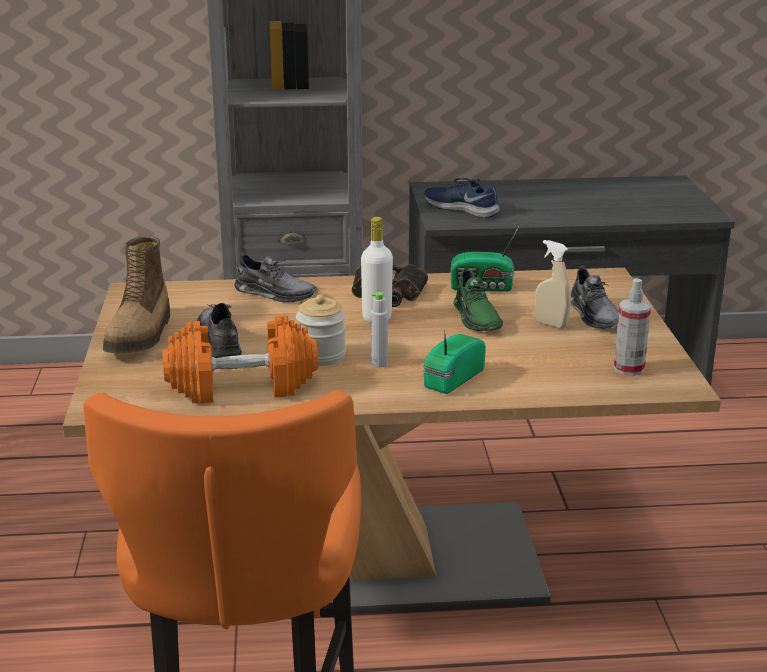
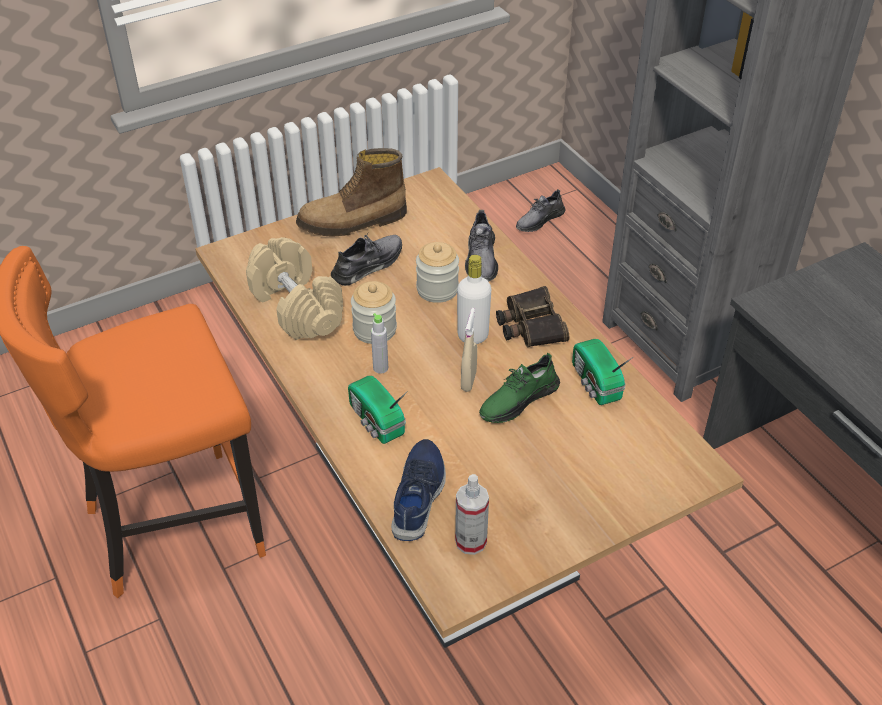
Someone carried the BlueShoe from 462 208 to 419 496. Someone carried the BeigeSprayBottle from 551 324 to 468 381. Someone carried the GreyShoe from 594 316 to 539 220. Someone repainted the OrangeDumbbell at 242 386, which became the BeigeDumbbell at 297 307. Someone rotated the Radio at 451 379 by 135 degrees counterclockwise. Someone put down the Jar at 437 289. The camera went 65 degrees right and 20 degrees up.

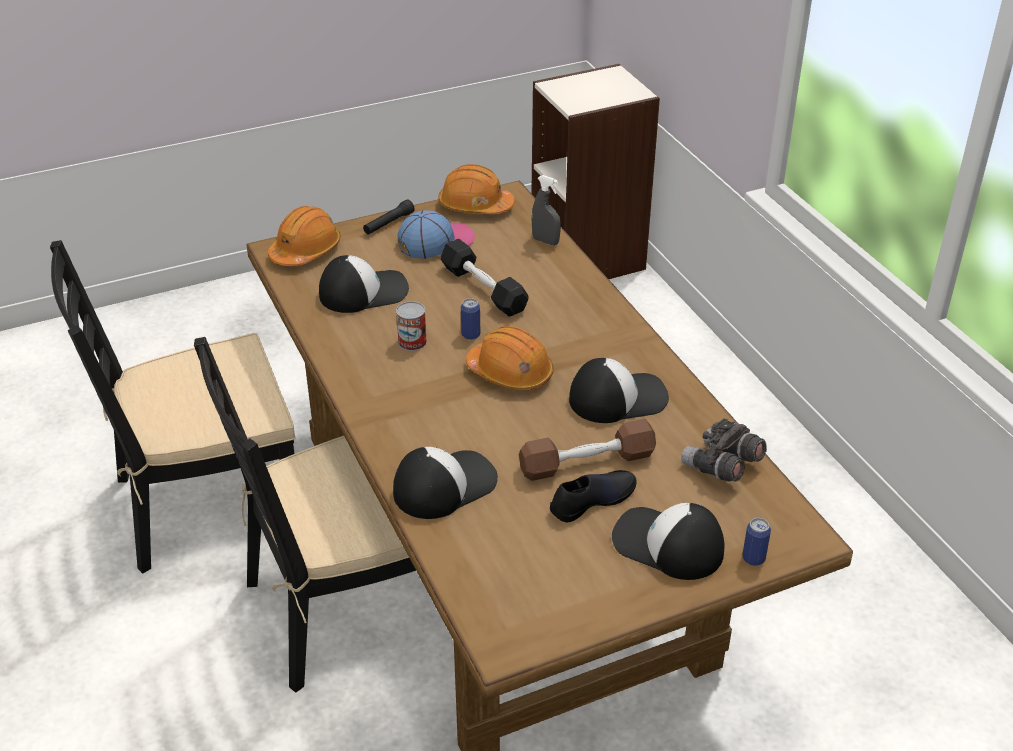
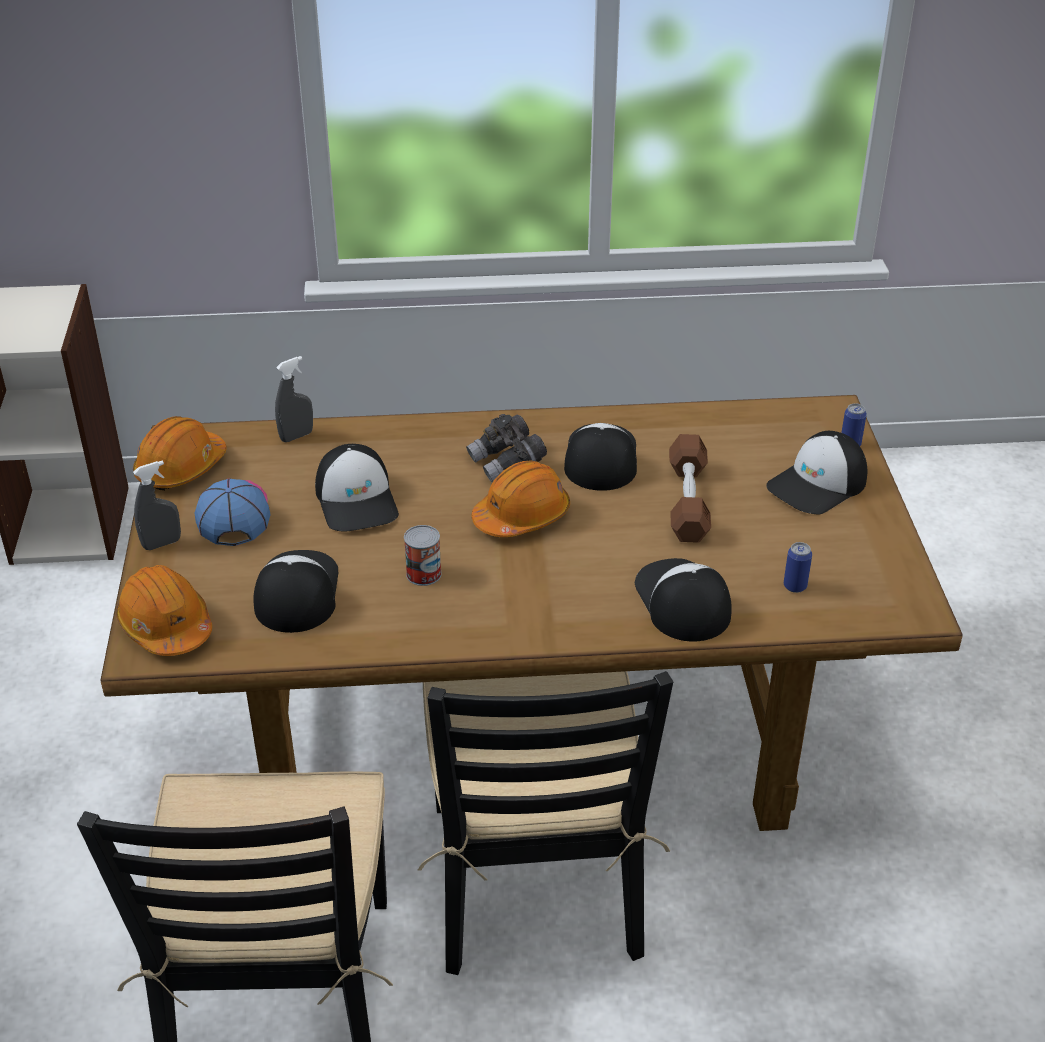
Someone swapped the BlackFlashlight at 388 224 for the GreySprayBottle at 162 543. Someone swapped the BlackDumbbell at 483 289 for the Cap at 357 500. Someone carried the Can from 470 335 to 795 586. Someone carried the GreyBinoculars from 721 467 to 507 463. Someone took away the BlackShoe at 592 500. The camera went 70 degrees left and 0 degrees up.

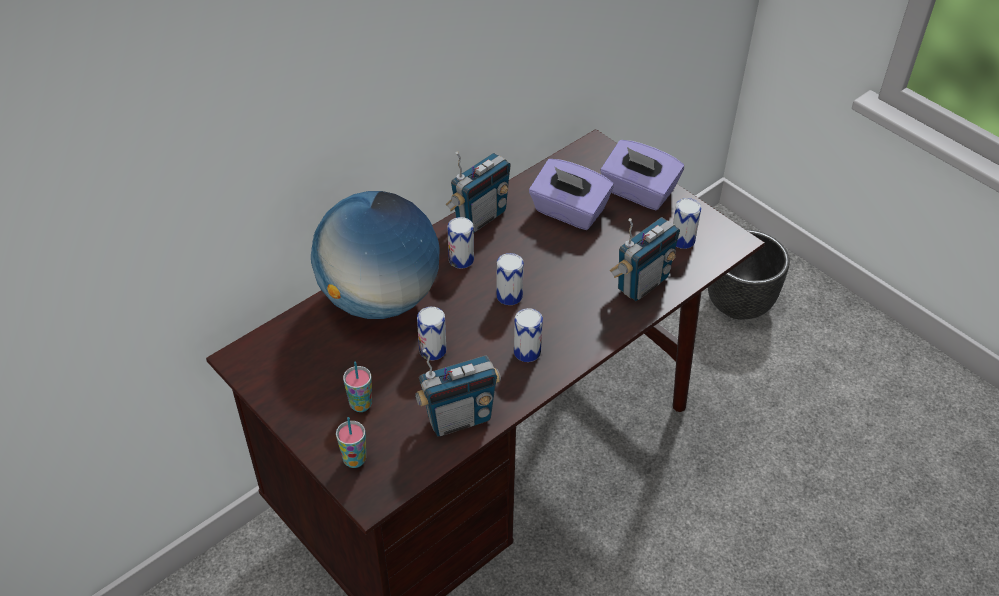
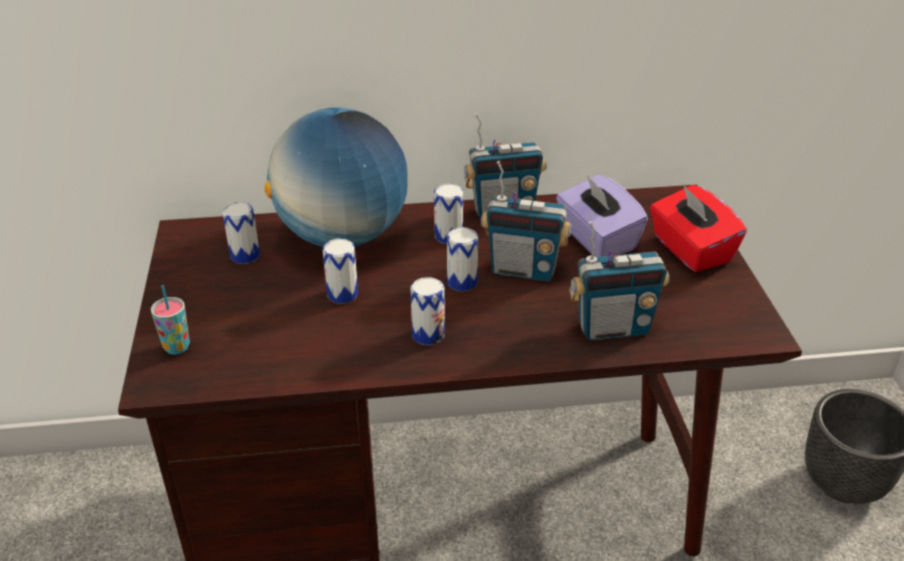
Someone repainted the PurpleTissueBox at 638 192, which became the RedTissueBox at 690 250. Someone carried the Can from 682 240 to 245 255. Someone carried the Radio from 458 418 to 523 270. Someone took away the Cup at 361 404. The camera went 35 degrees right and 10 degrees down.

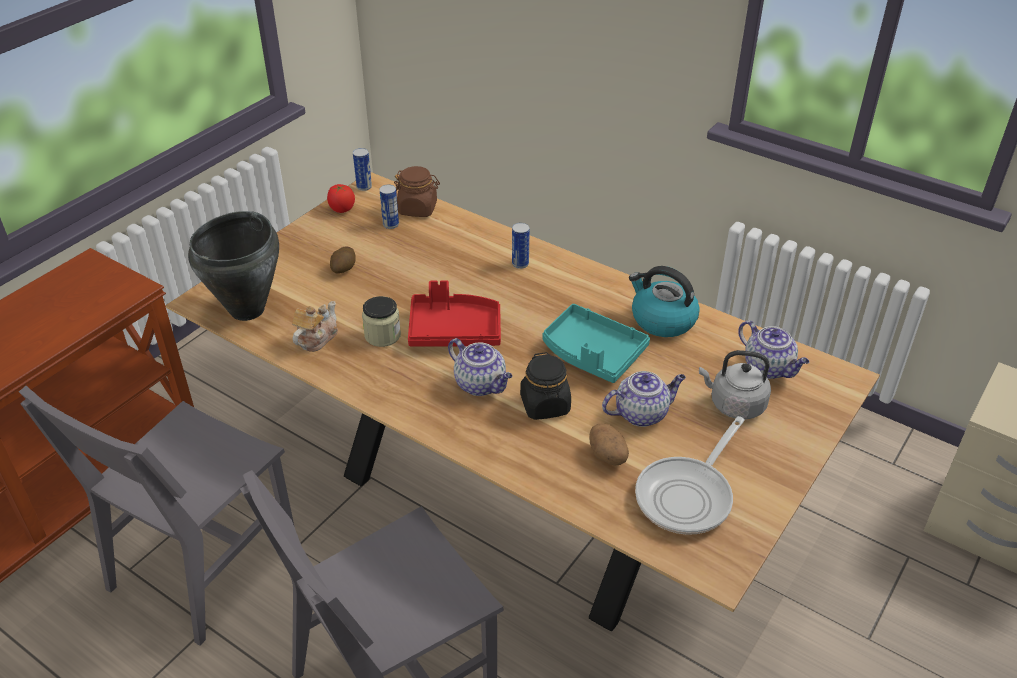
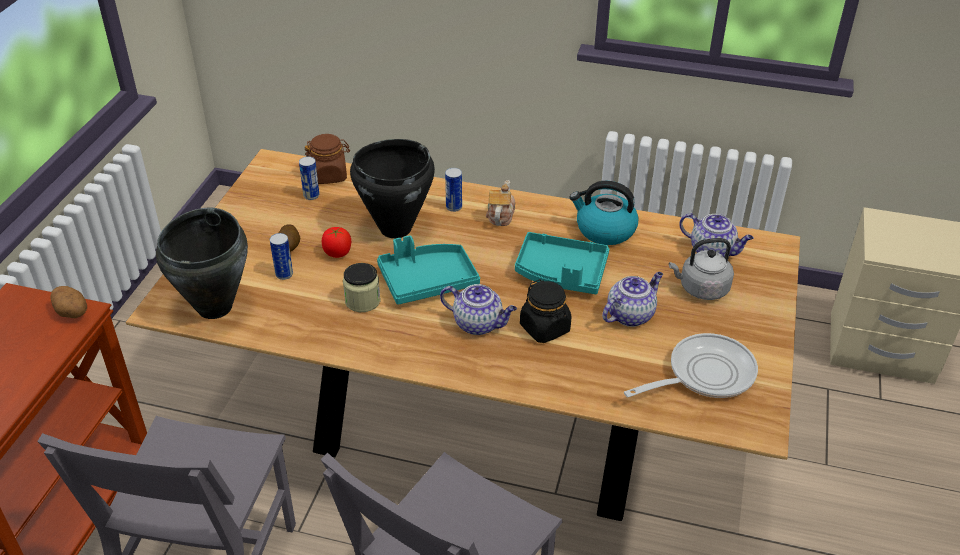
Someone carried the Can from 364 187 to 284 274. Someone carried the Tomato from 342 209 to 337 253. Someone repainted the RedTray at 454 331, which became the TurquoiseTray at 427 281. Someone carried the Teapot from 316 338 to 500 215. Someone rotated the FryingPan at 688 496 by 135 degrees counterclockwise. Someone carried the Potato from 608 456 to 73 313. Someone put down the BlackCookingPot at 394 228. The camera went 20 degrees left and 0 degrees up.

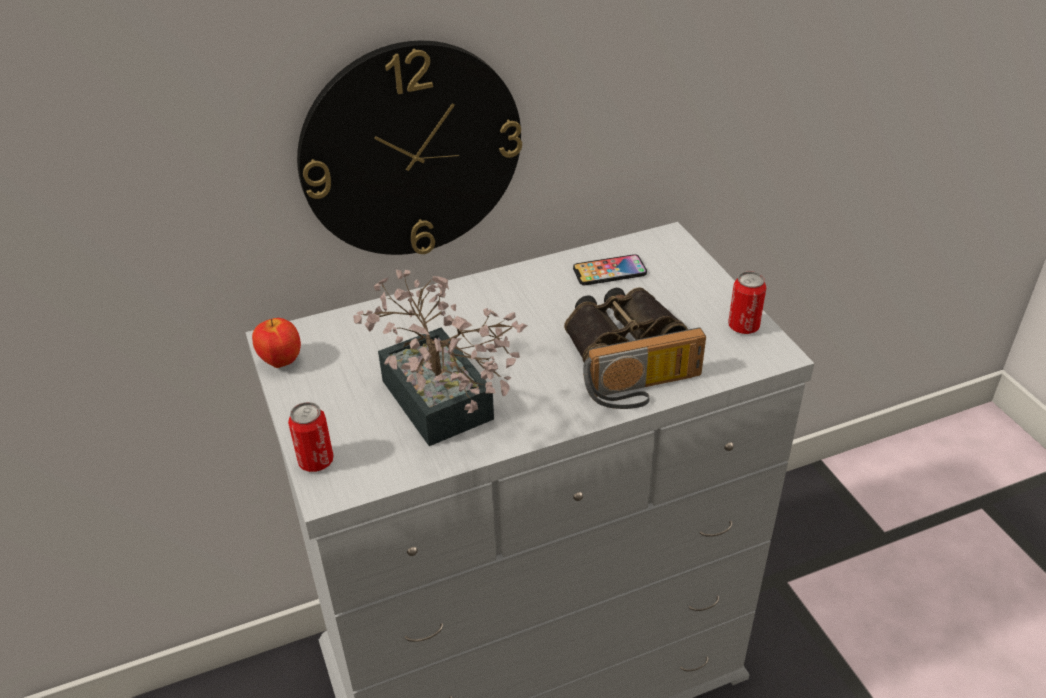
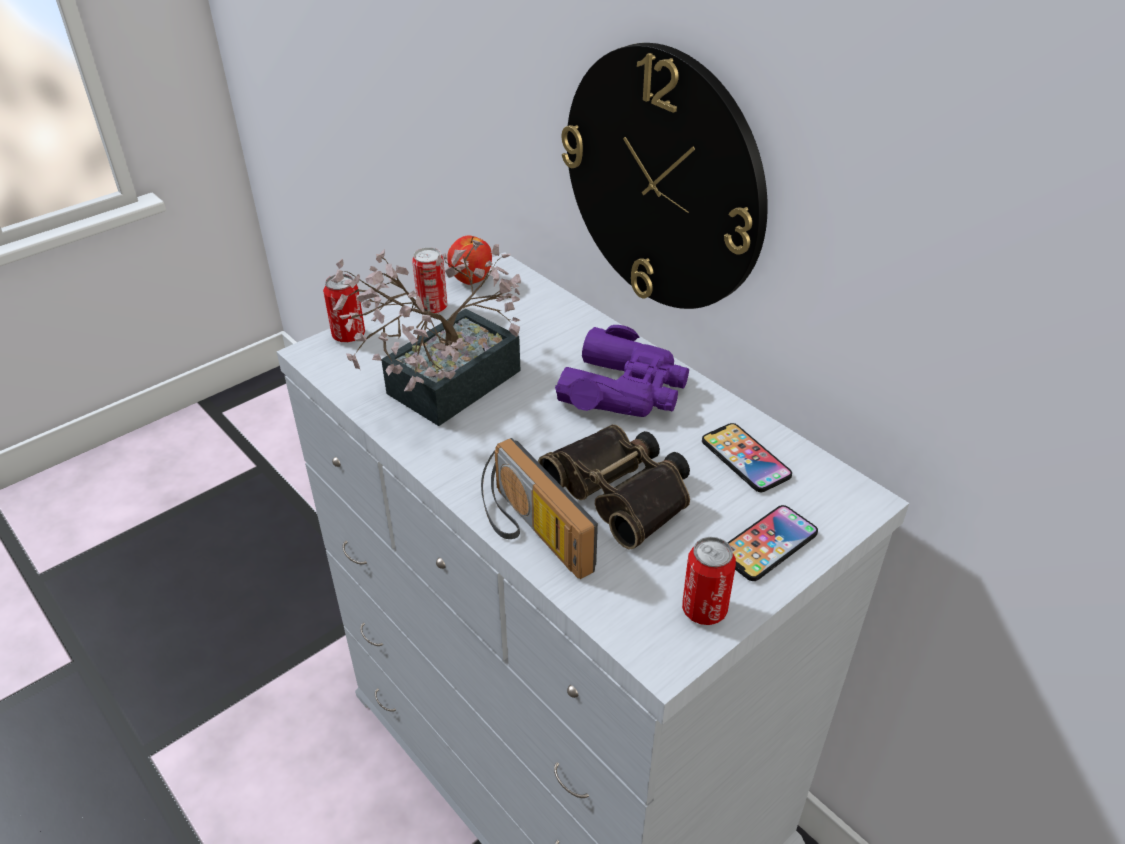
Someone put down the Can at 432 307. Someone put down the PurpleBinoculars at 625 389. Someone put down the Phone at 768 544. The camera went 70 degrees right and 0 degrees up.

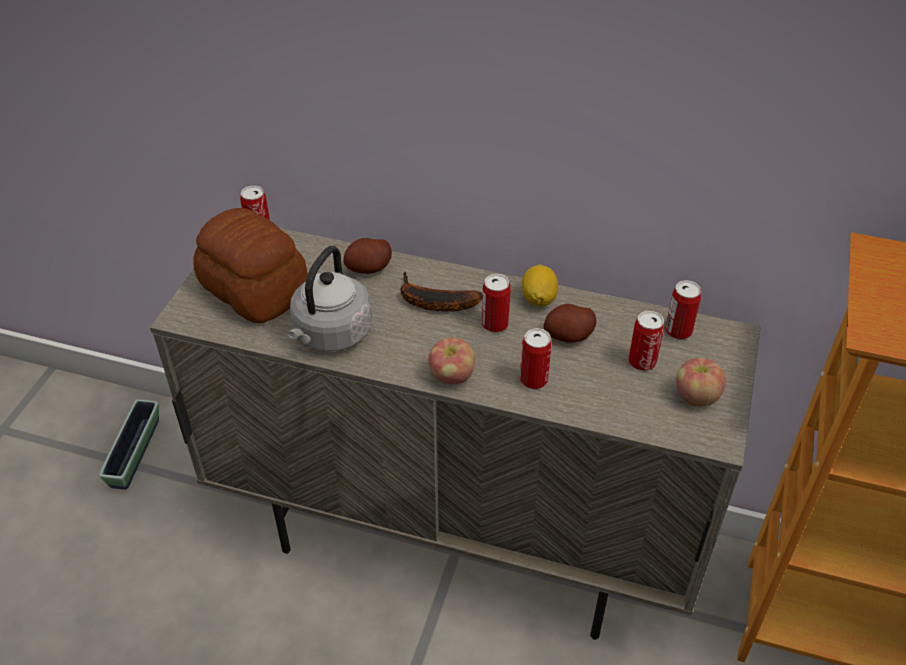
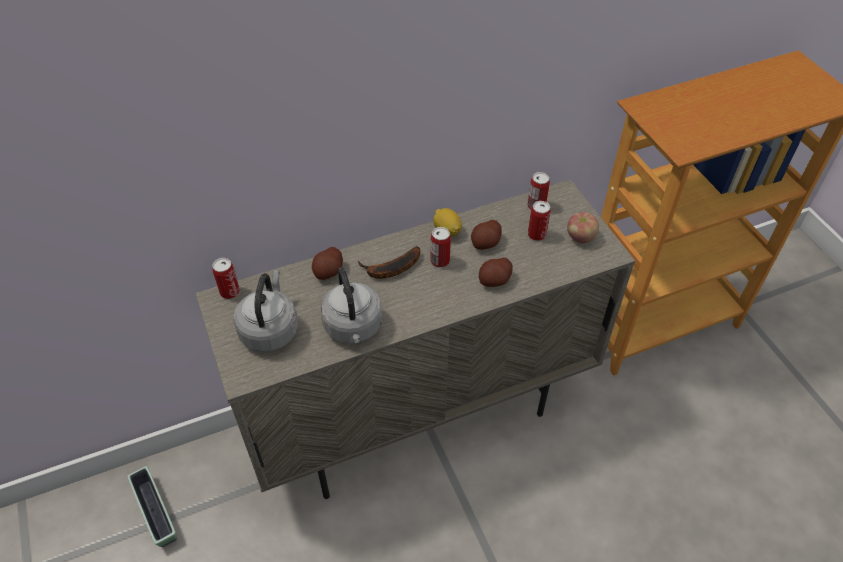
Someone swapped the Bread at 255 288 for the GreyKettle at 270 329. Someone swapped the Can at 533 380 for the Potato at 494 280. Someone took away the Apple at 452 376. The camera went 40 degrees left and 5 degrees up.

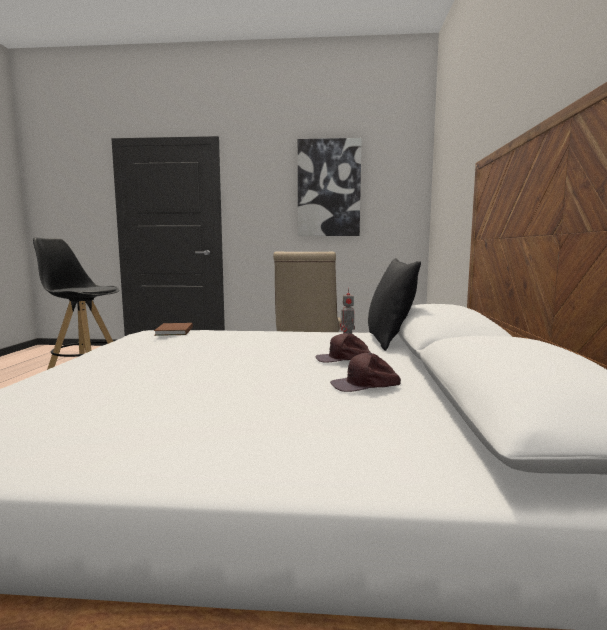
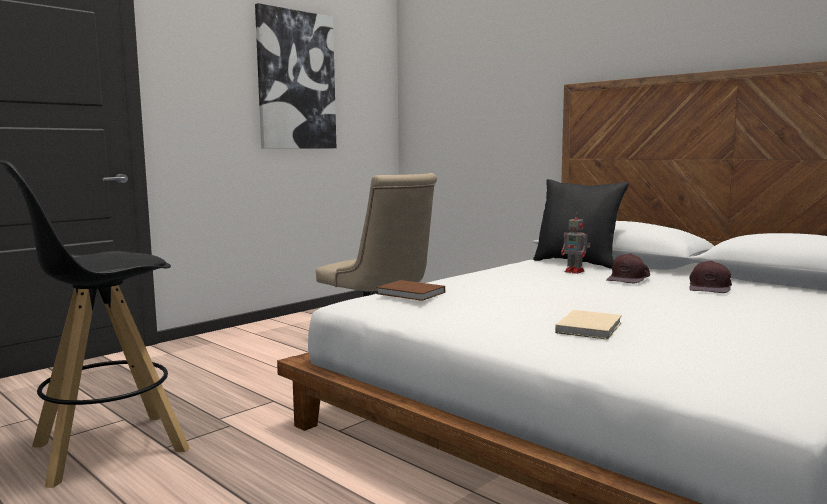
Someone put down the BeigeBook at 590 327. The camera went 50 degrees left and 0 degrees up.

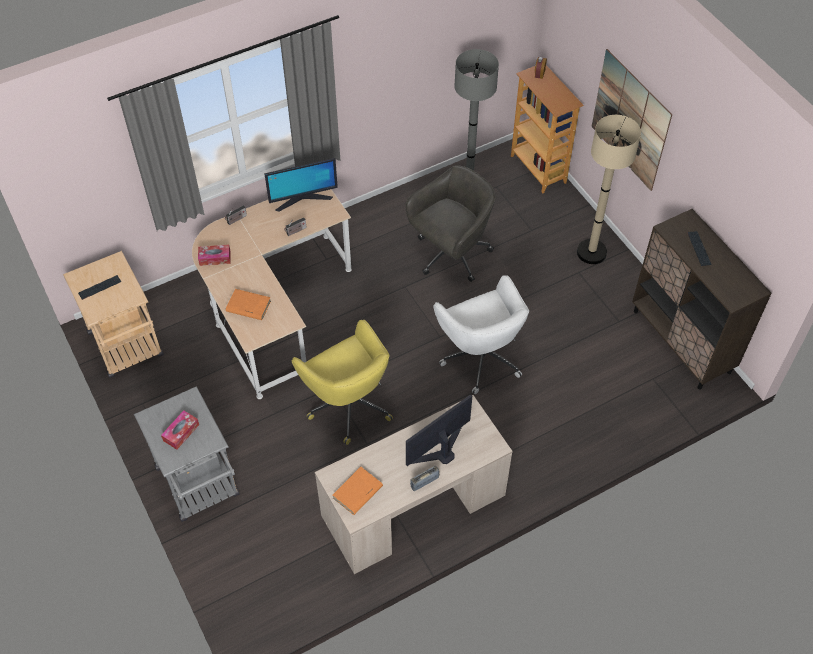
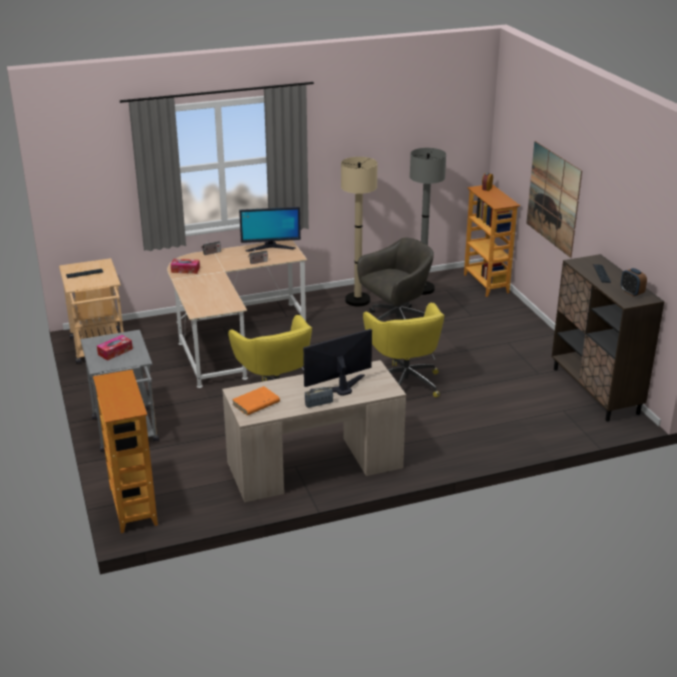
Someone carried the BeigeFloorLamp from 591 252 to 357 300. Someone repainted the WhiteOfficeChair at 480 356, which became the YellowOfficeChair at 404 382. Someone took away the OrangeBook at 248 306. Someone put down the AlarmClock at 631 292. Someone put down the Bookcase at 132 506. The camera went 10 degrees right and 25 degrees down.

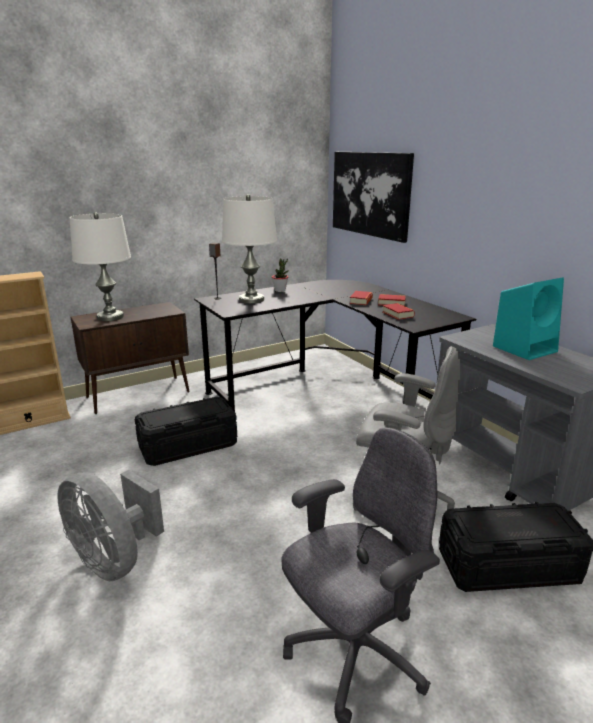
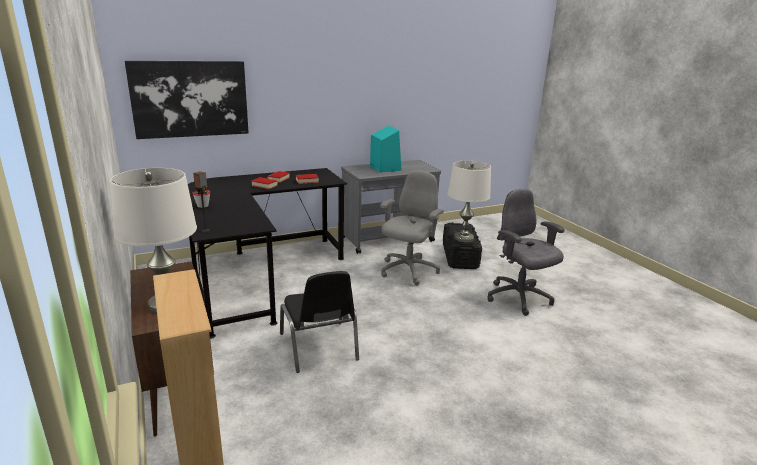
Someone carried the WhiteTableLamp from 251 299 to 463 238. Someone swapped the BlackStorageBox at 188 446 for the BlackChair at 319 347. Someone took away the GreyFan at 114 559. The camera went 85 degrees left and 0 degrees up.

